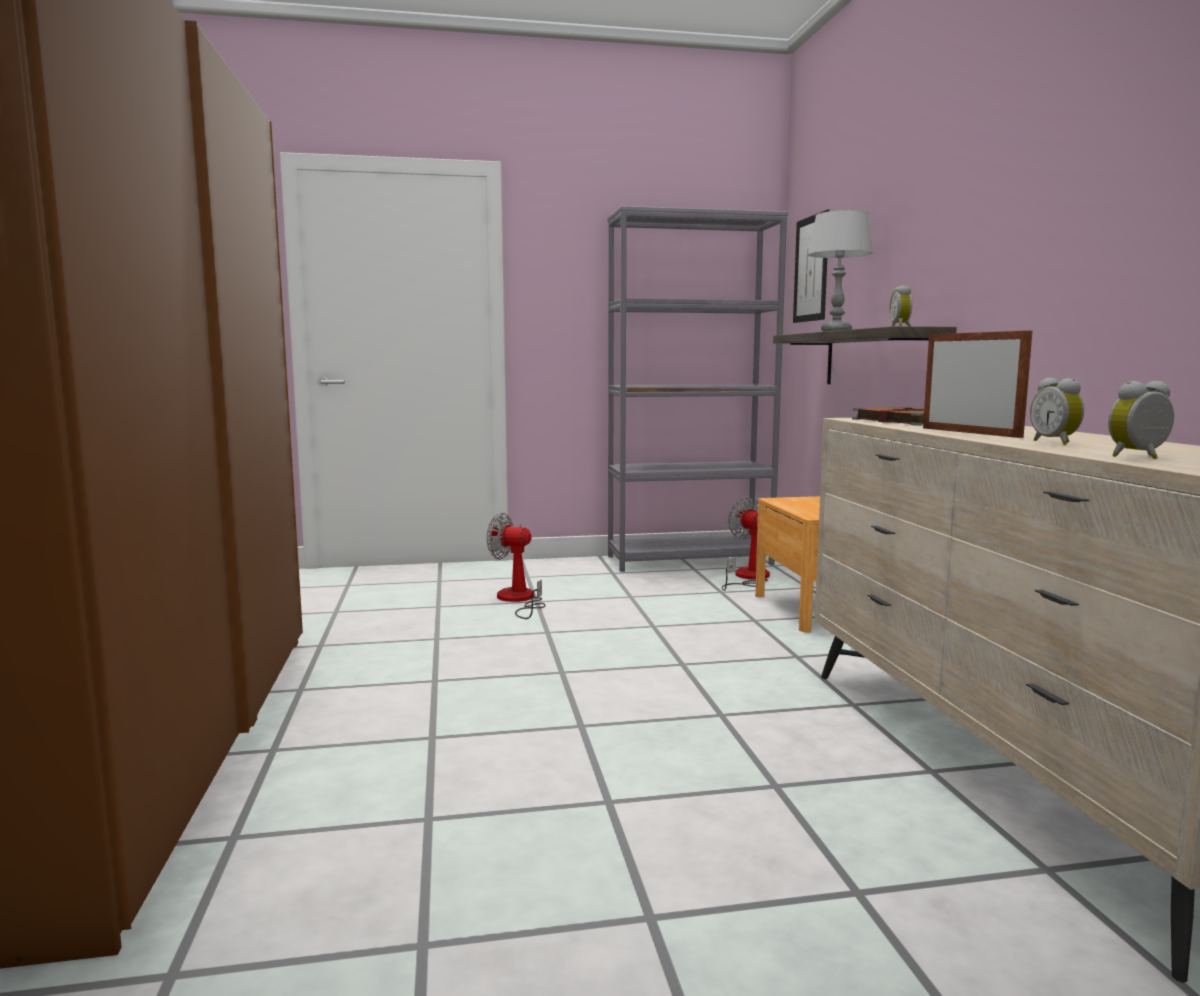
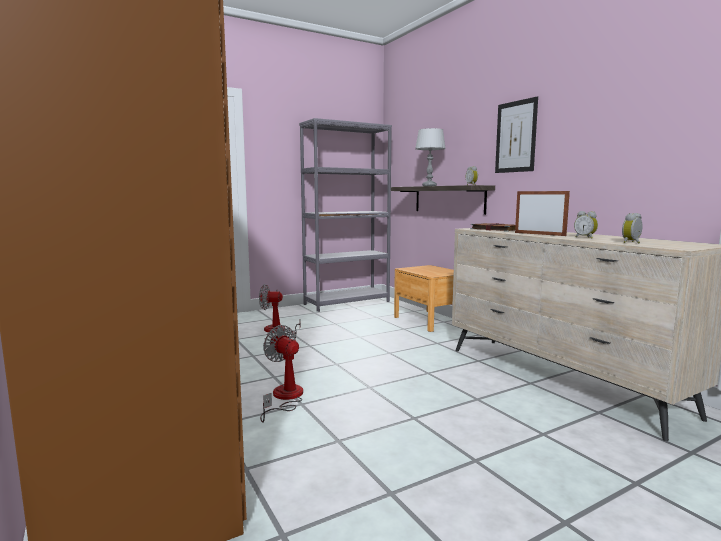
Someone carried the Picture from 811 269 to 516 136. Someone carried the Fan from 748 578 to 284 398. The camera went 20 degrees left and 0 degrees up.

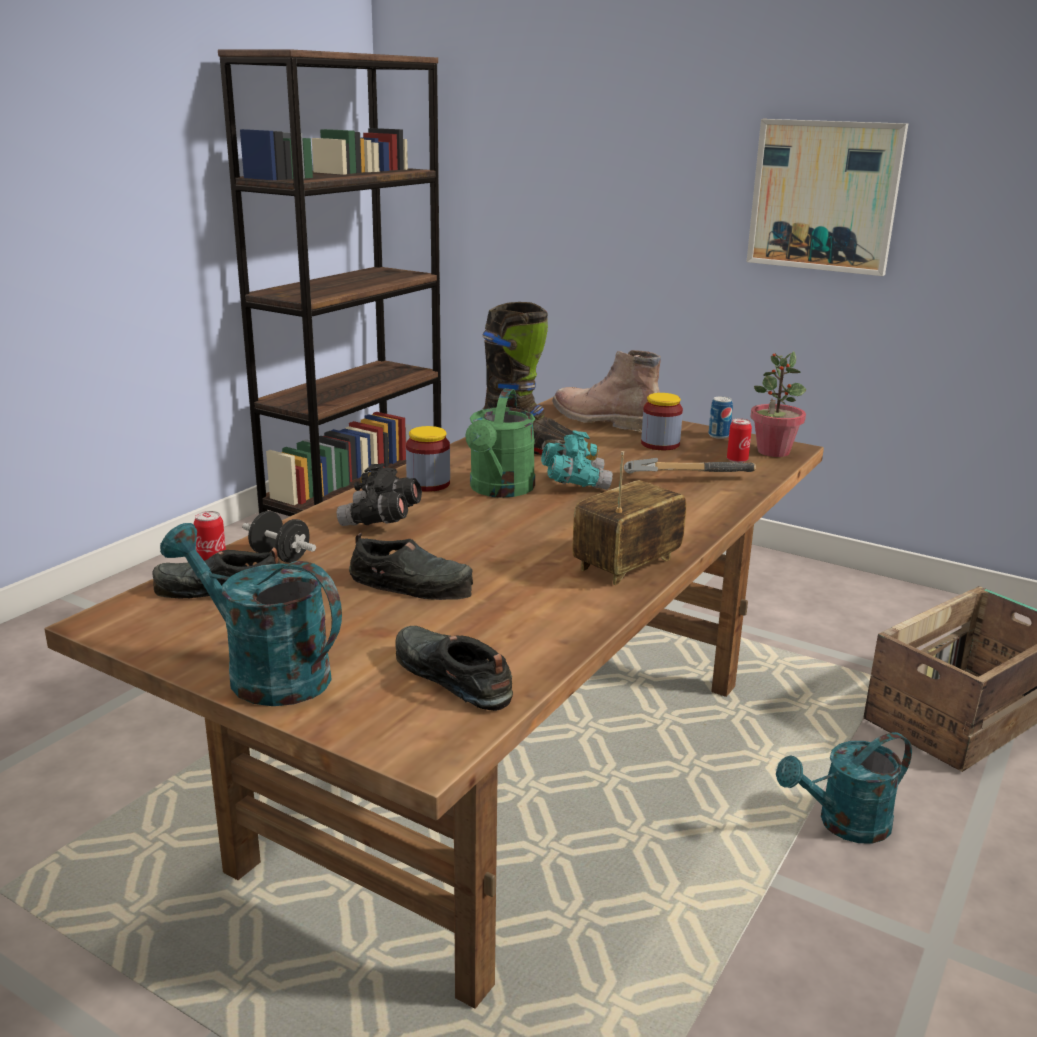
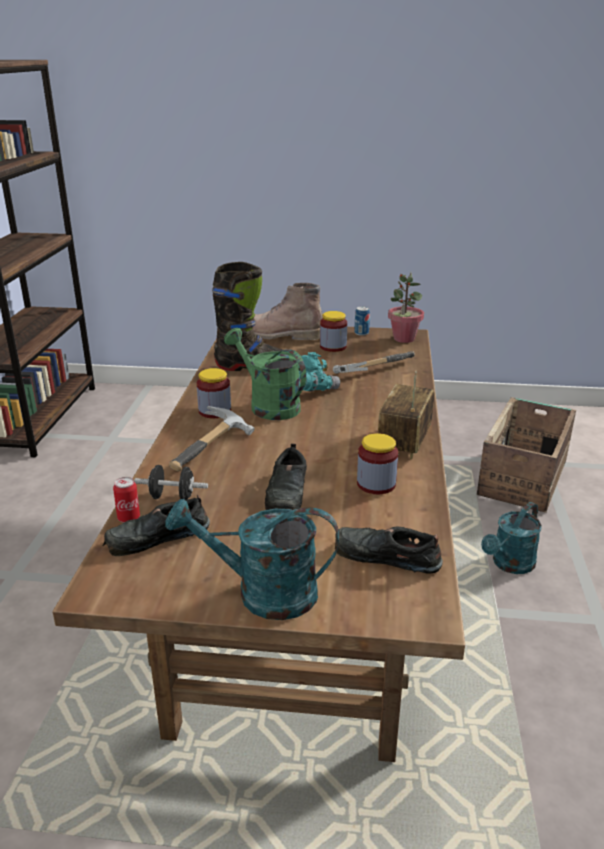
Someone took away the Picture at 824 196. Someone rotated the GreenWateringCan at 499 490 by 150 degrees clockwise. Someone took away the Can at 737 460. Someone swapped the BlackBinoculars at 380 521 for the Hammer at 213 449. Someone rotated the BlackShoe at 413 583 by 105 degrees clockwise. Someone put down the Jar at 376 484. The camera went 25 degrees left and 5 degrees up.

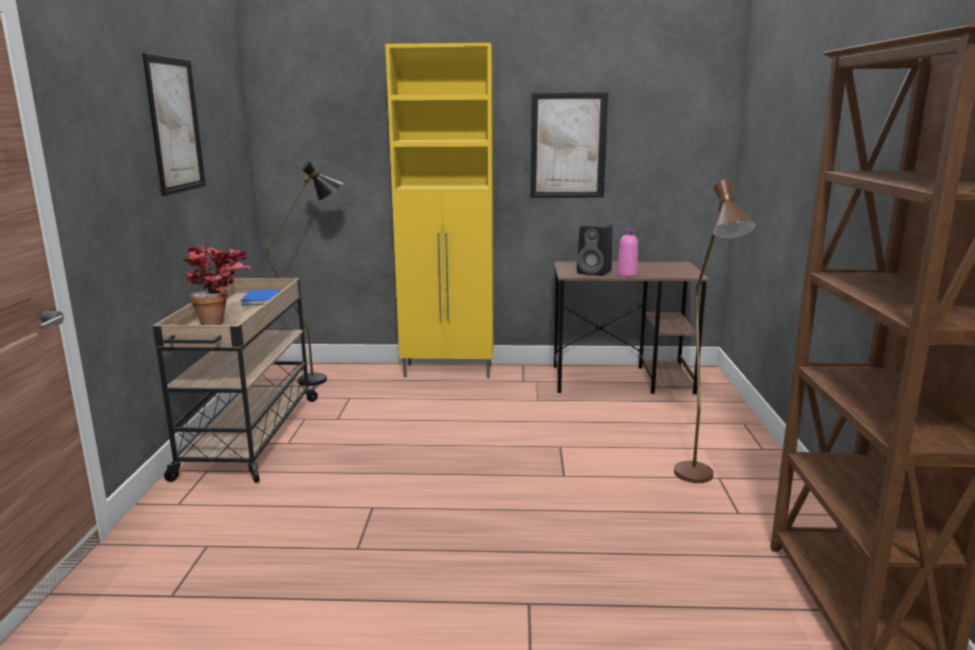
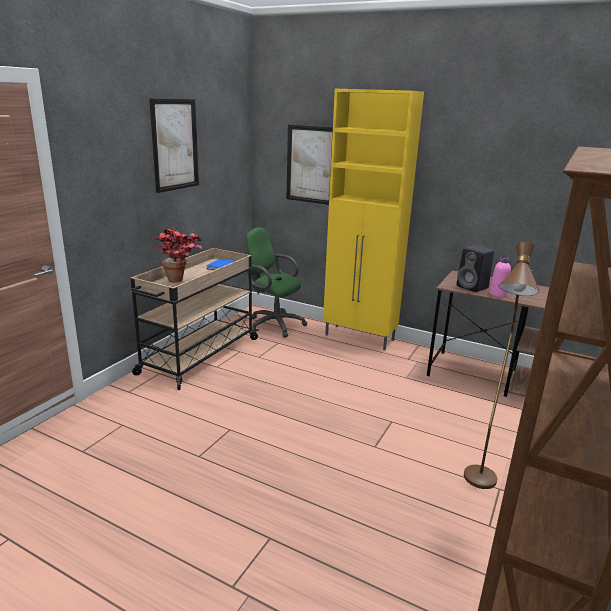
Someone carried the Picture from 568 146 to 311 164. Someone swapped the BlackFloorLamp at 323 379 for the GreenOfficeChair at 273 324. The camera went 25 degrees right and 5 degrees up.

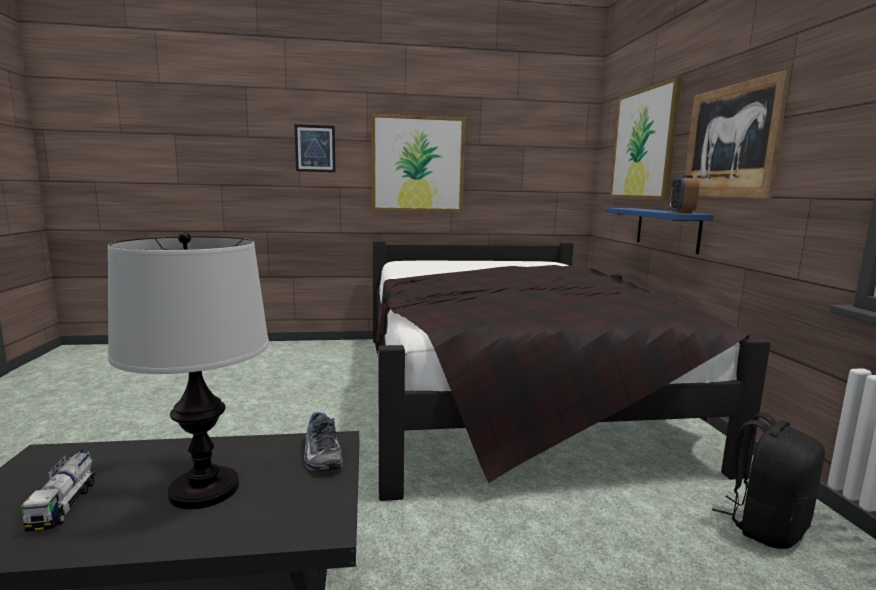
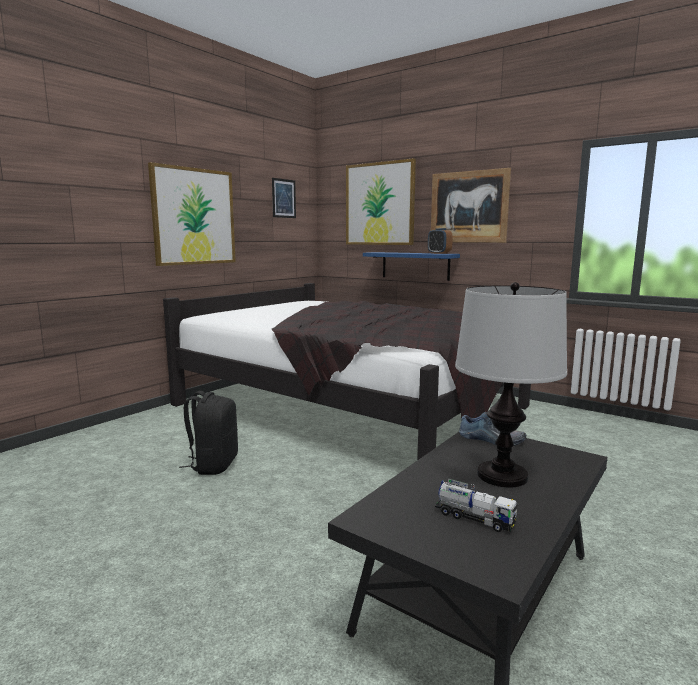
Someone carried the Picture from 315 148 to 283 198. Someone carried the BlackBackpack from 766 526 to 213 465. The camera went 45 degrees left and 0 degrees up.

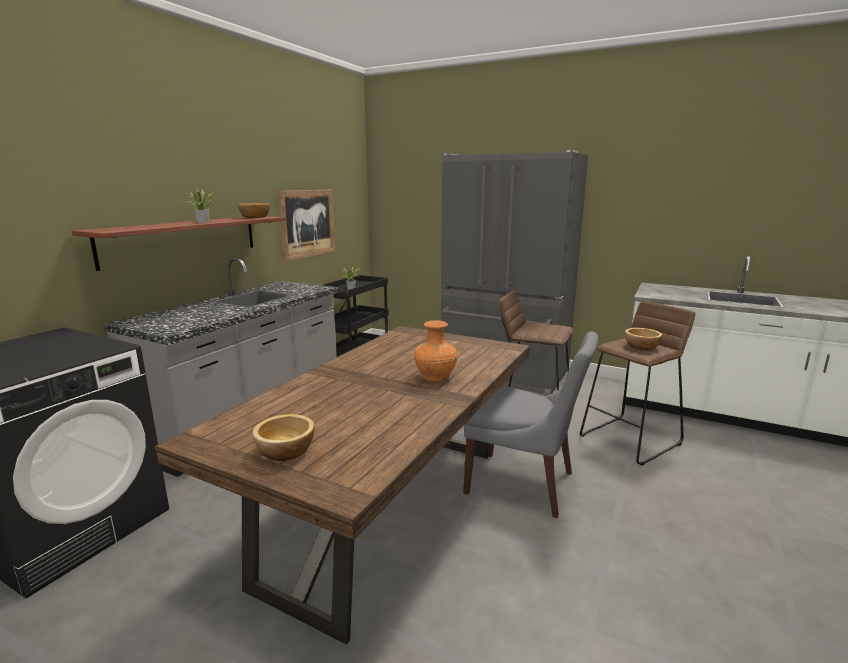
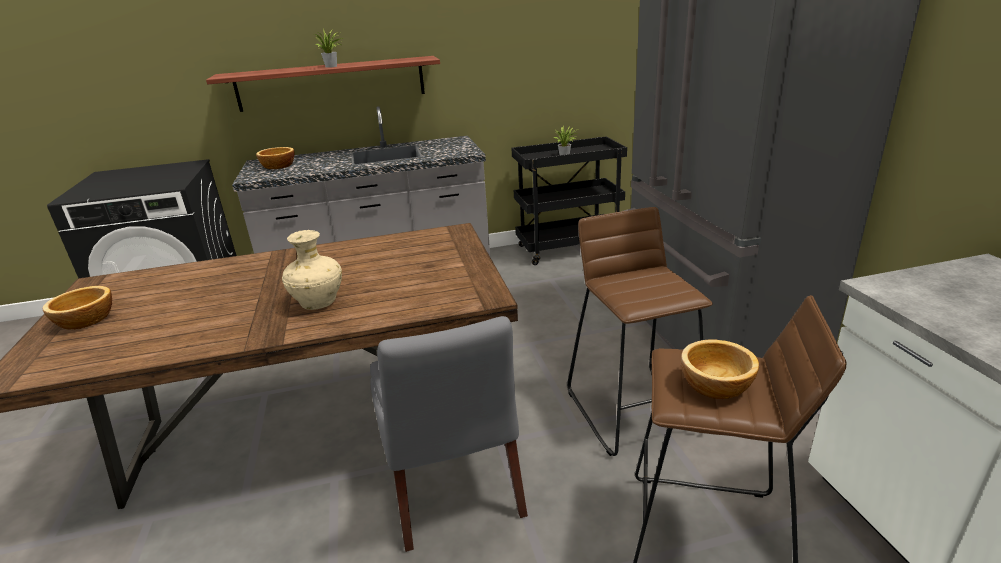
Someone took away the Picture at 307 224. Someone carried the Bowl from 254 217 to 277 166. Someone repainted the OrangeVase at 435 378, which became the BeigeVase at 317 303. The camera went 50 degrees right and 10 degrees up.

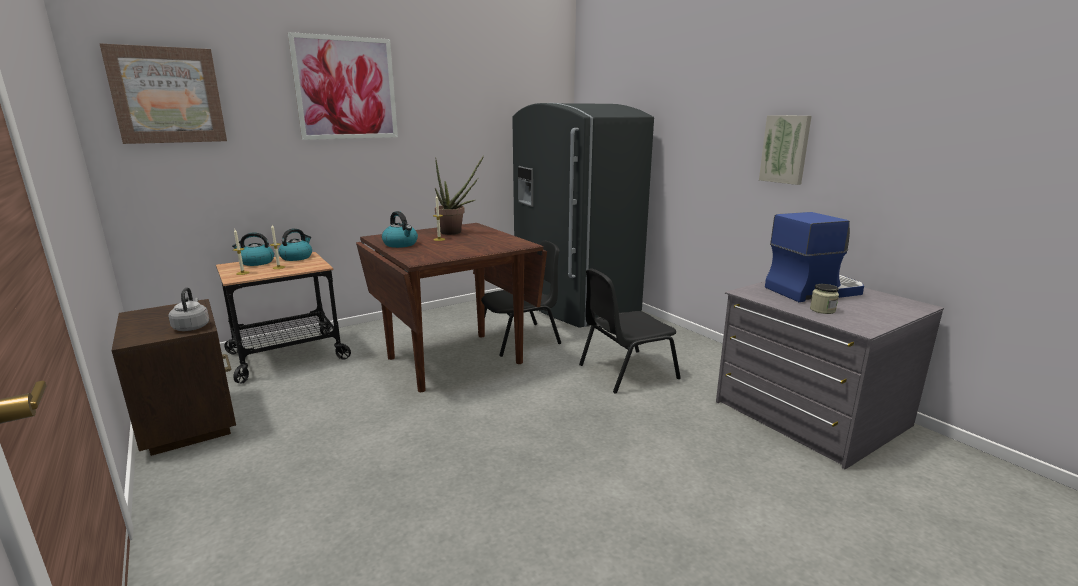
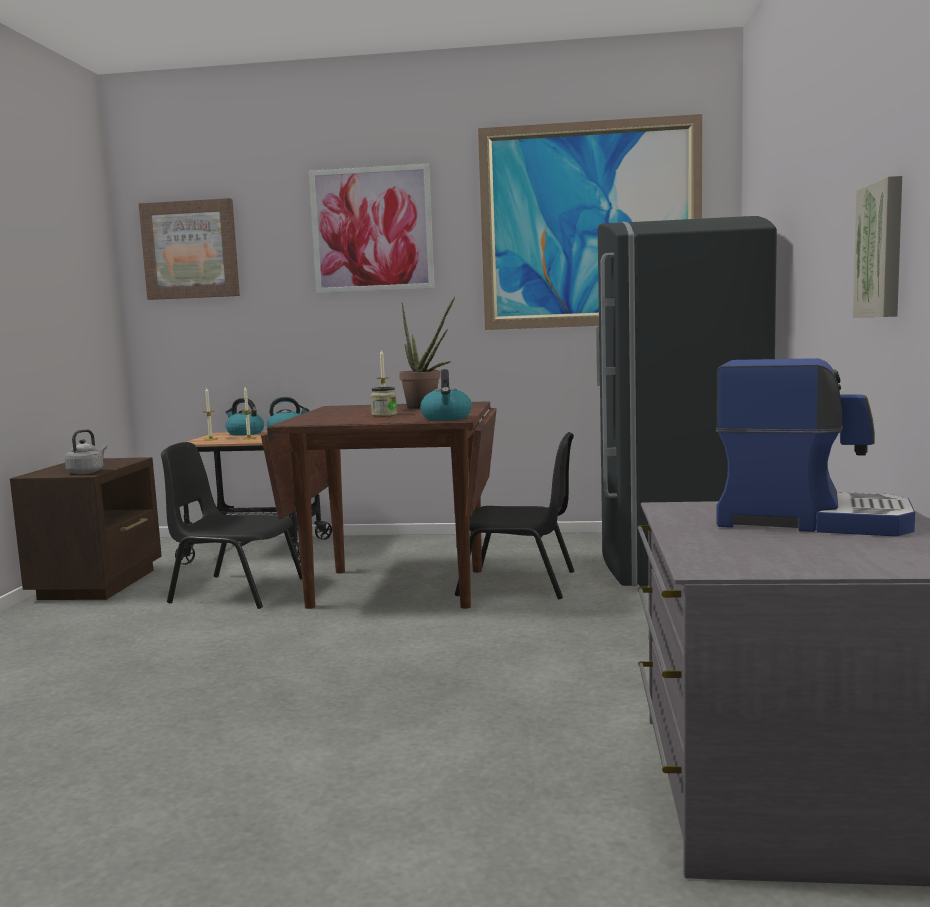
Someone carried the Kettle from 401 244 to 446 418. Someone carried the BlackChair from 626 371 to 235 591. Someone carried the Jar from 822 310 to 384 415. Someone put up the Picture at 590 225. The camera went 40 degrees right and 10 degrees down.

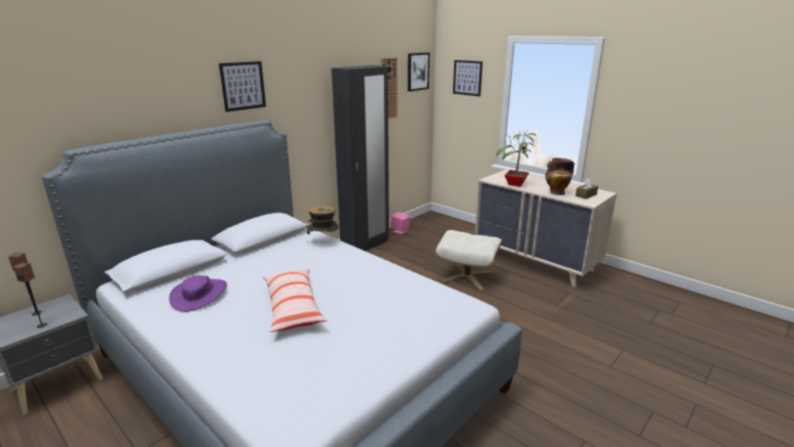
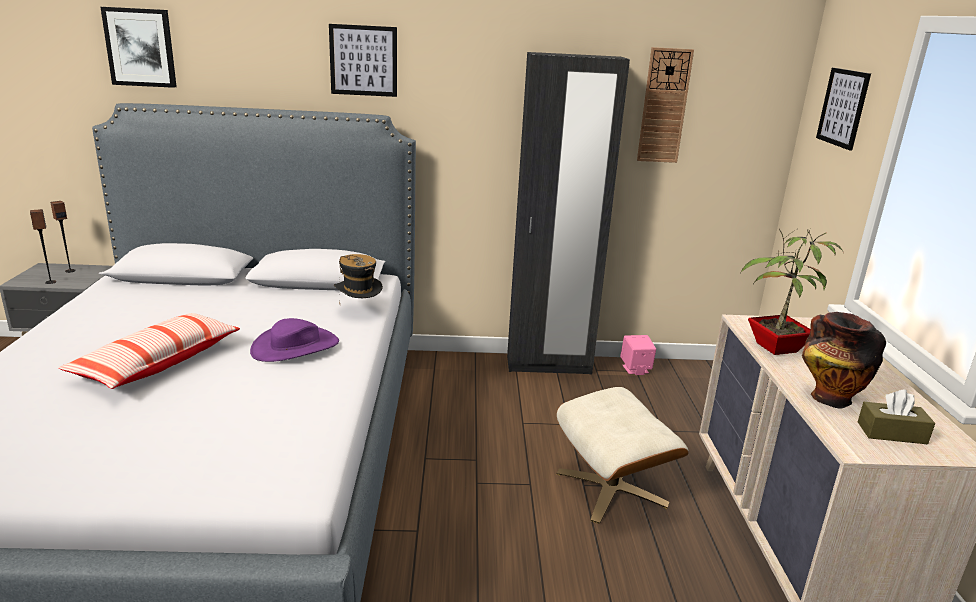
Someone carried the Picture from 417 71 to 140 47. Someone carried the PurpleHat from 199 295 to 295 347. The camera went 45 degrees right and 0 degrees up.

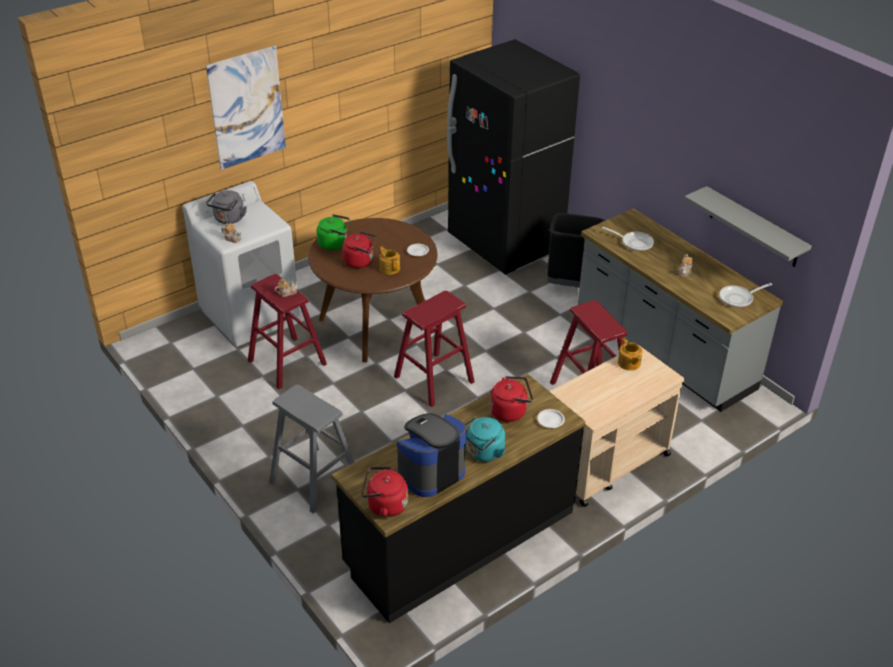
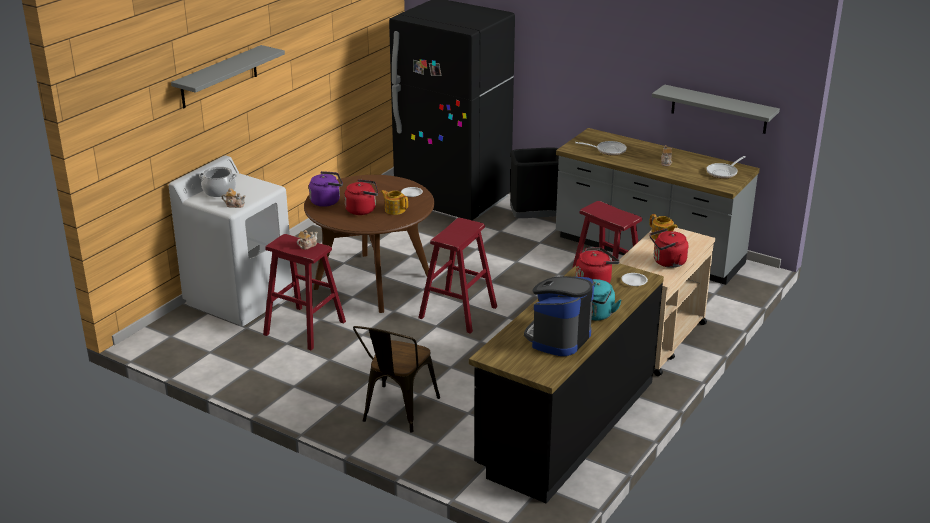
Someone swapped the Picture at 247 108 for the GreyShelf at 219 77. Someone swapped the GreyKettle at 228 219 for the CookingPot at 219 191. Someone repainted the GreenKettle at 335 244, which became the PurpleKettle at 327 201. Someone swapped the GreyStool at 314 479 for the BrownChair at 396 412. Someone carried the RedKettle from 384 505 to 667 262. The camera went 20 degrees left and 10 degrees down.

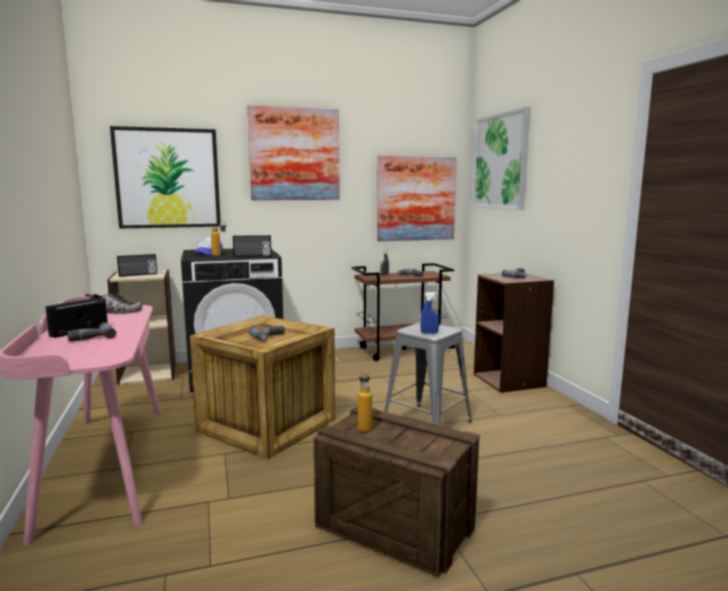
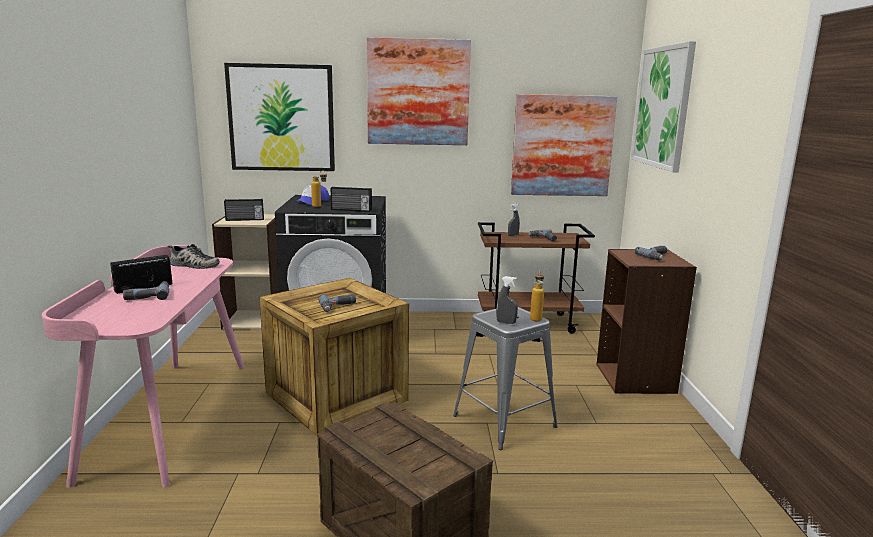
Someone repainted the BlueSprayBottle at 429 333, which became the GreySprayBottle at 506 322. Someone carried the Bottle from 364 426 to 536 317. The camera went 15 degrees right and 5 degrees up.

